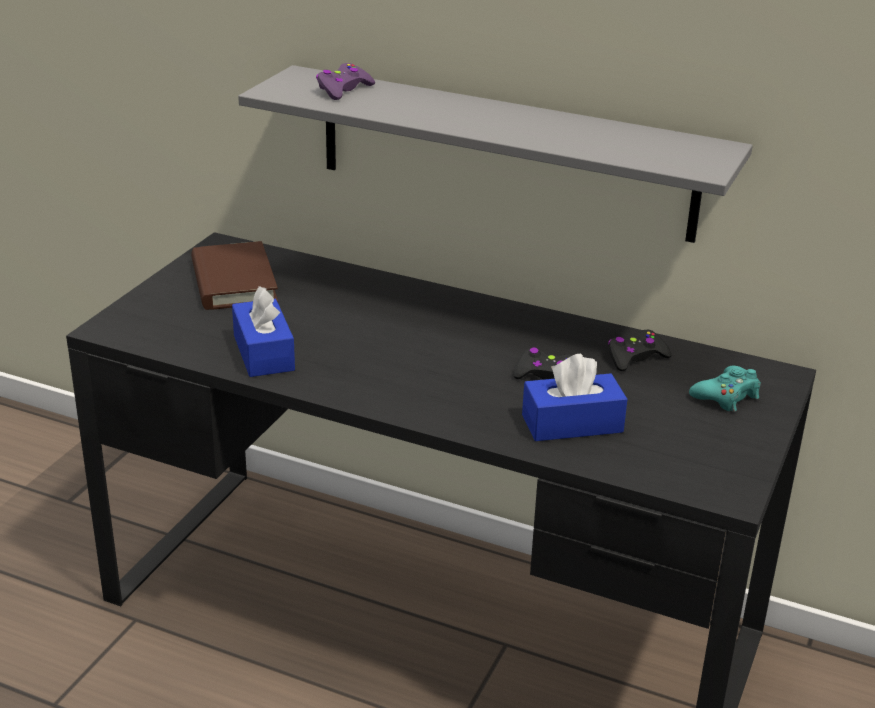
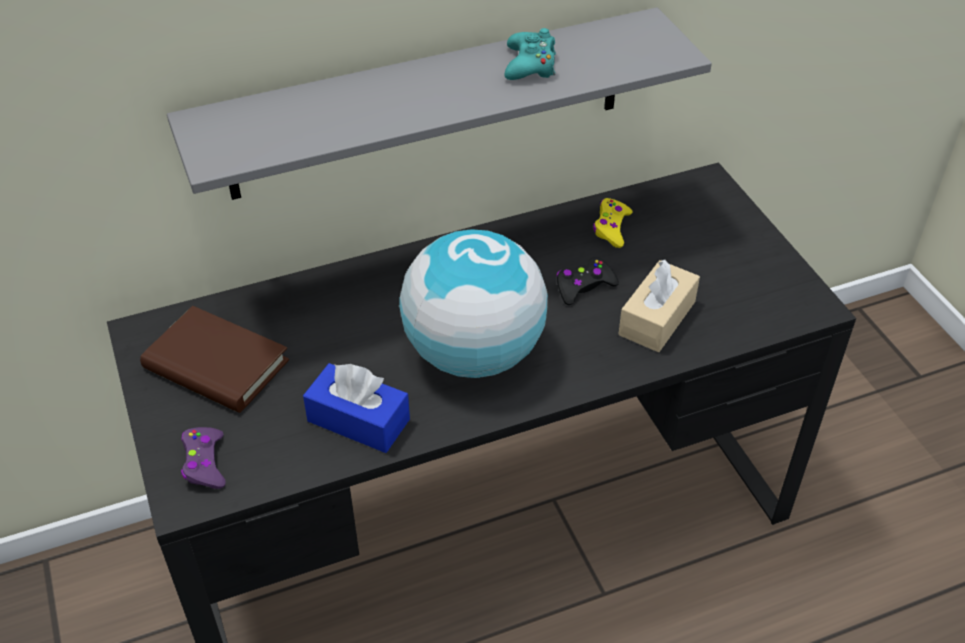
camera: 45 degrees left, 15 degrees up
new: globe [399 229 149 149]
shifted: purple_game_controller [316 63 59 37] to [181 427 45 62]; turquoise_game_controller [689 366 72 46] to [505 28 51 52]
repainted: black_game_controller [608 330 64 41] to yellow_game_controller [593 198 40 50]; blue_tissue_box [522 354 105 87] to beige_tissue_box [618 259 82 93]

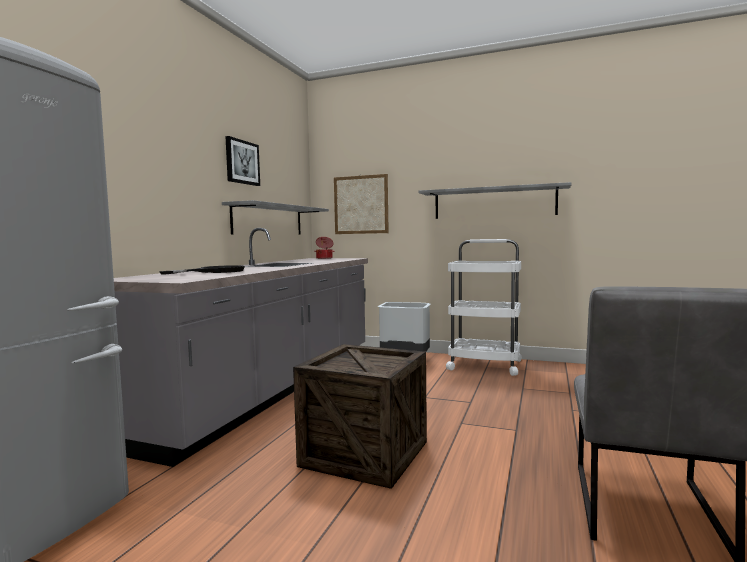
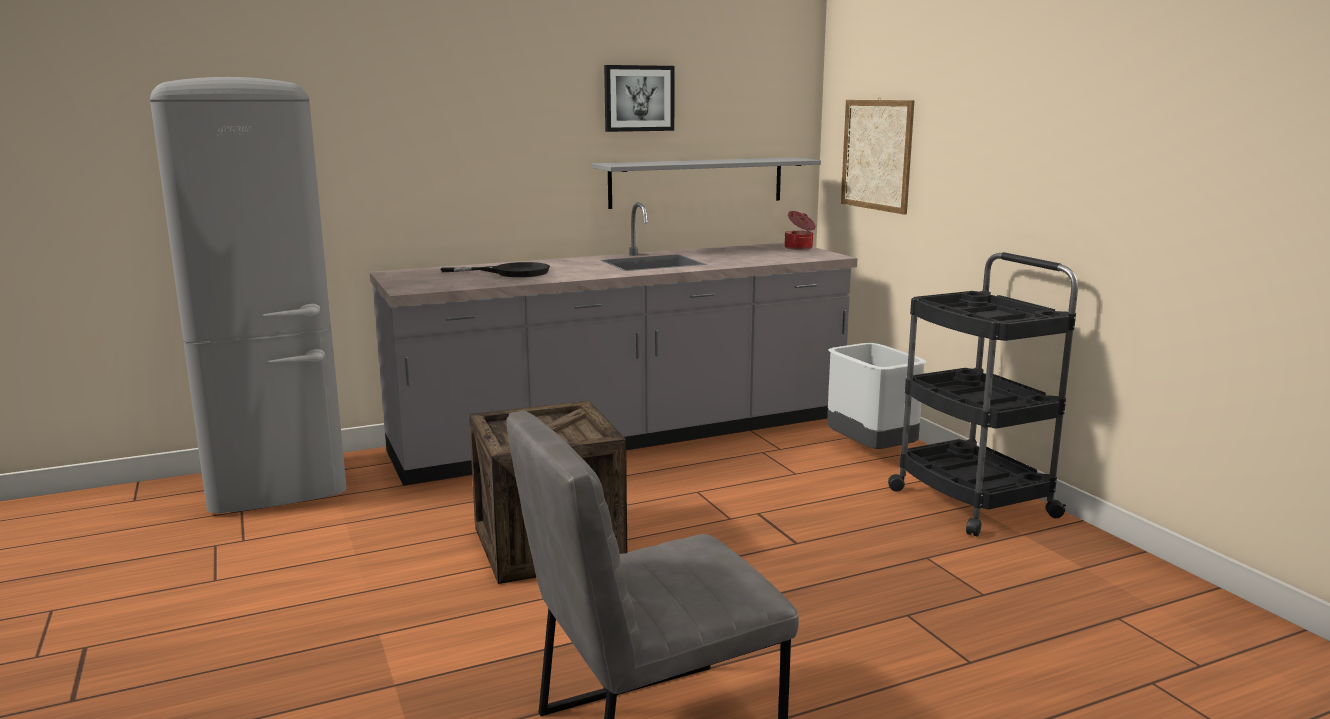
camera: 45 degrees right, 10 degrees up
gone: grey_shelf [419 182 153 37]
repainted: white_cart [446 239 76 137] to black_cart [888 252 190 284]

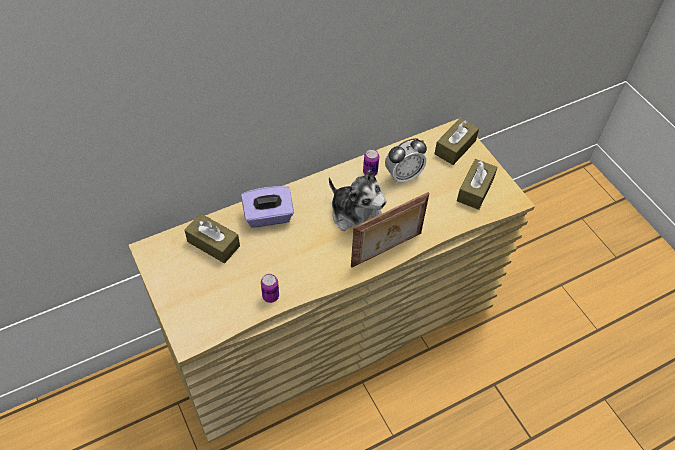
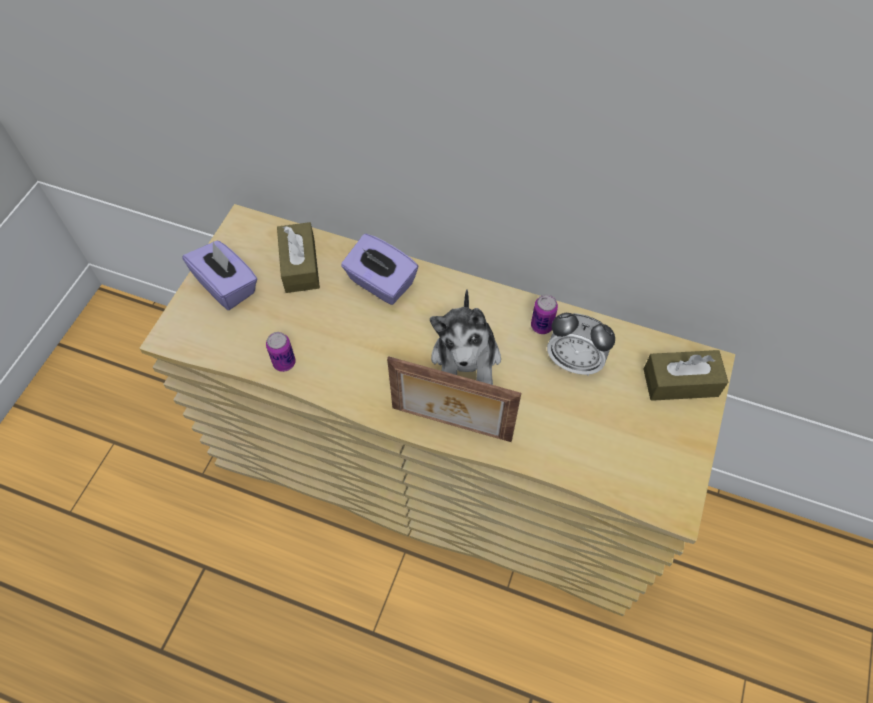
camera: 50 degrees right, 5 degrees up
gone: brown_tissue_box [457 159 41 51]
new: purple_tissue_box [183 241 74 69]

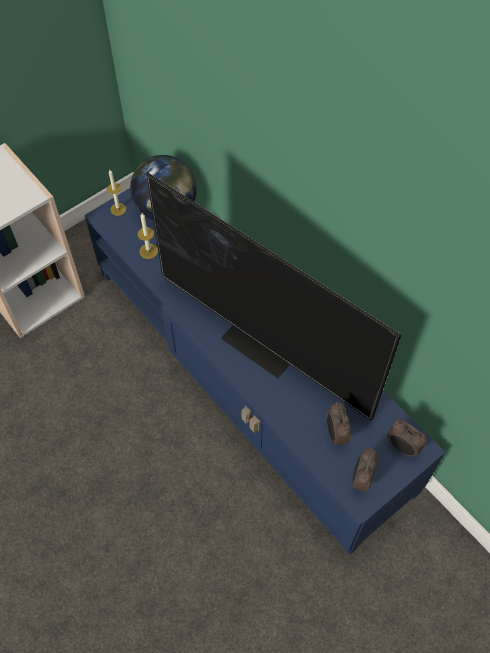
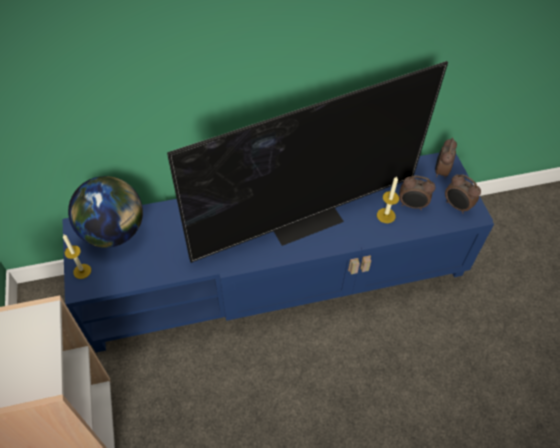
camera: 65 degrees left, 5 degrees down
shifted: candle [137 213 21 46] to [377 176 22 47]
rotated: alarm_clock [387 419 40 38] = [435 138 22 40] 135 degrees clockwise

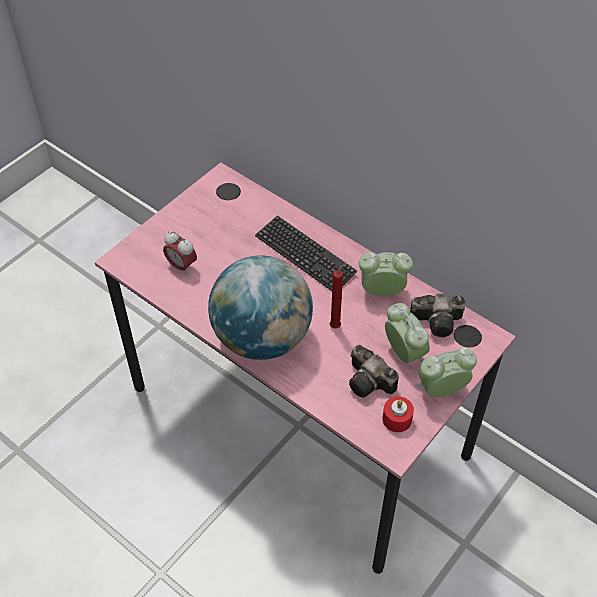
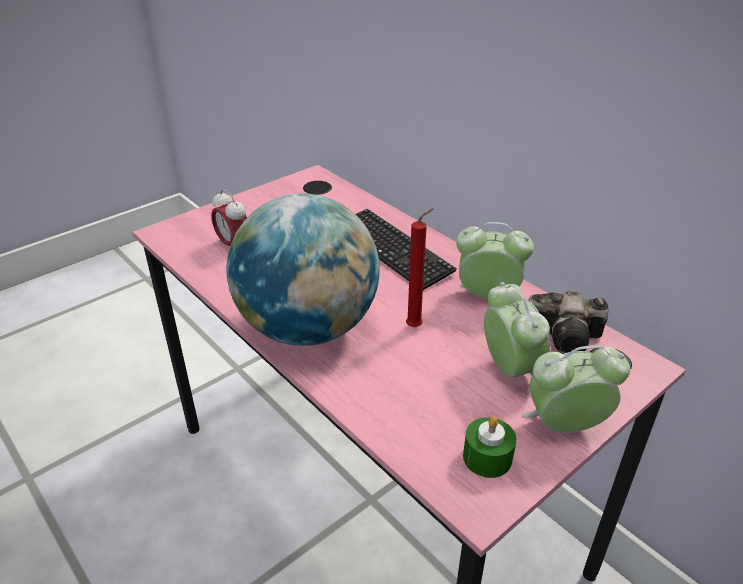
camera: 10 degrees right, 15 degrees down
gone: photo_camera [349 345 50 52]
repainted: red_candle [382 396 32 36] to green_candle [463 416 53 62]

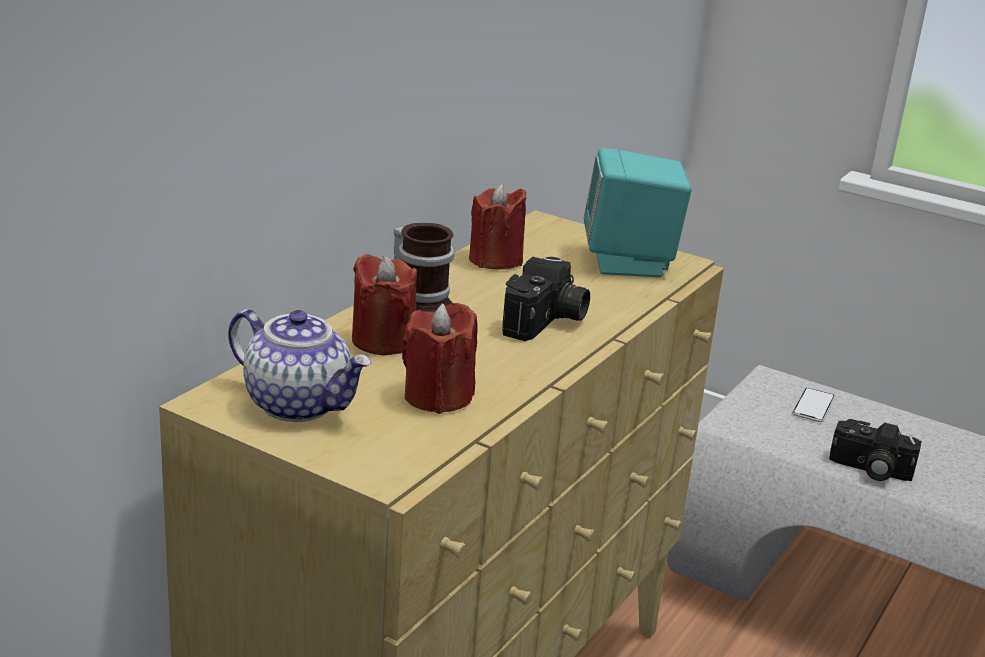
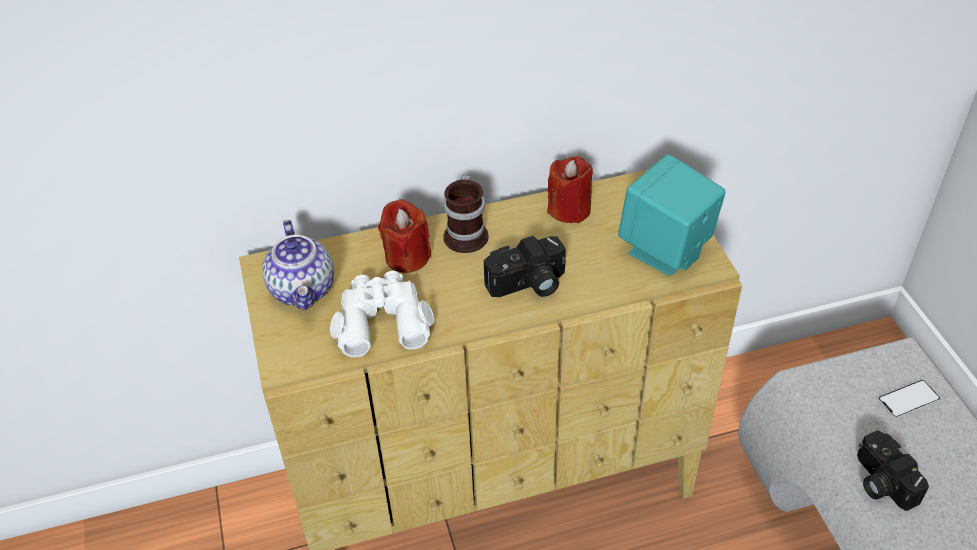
camera: 45 degrees right, 20 degrees up
swapped: red_candle [401 303 77 111] to white_binoculars [330 271 104 86]

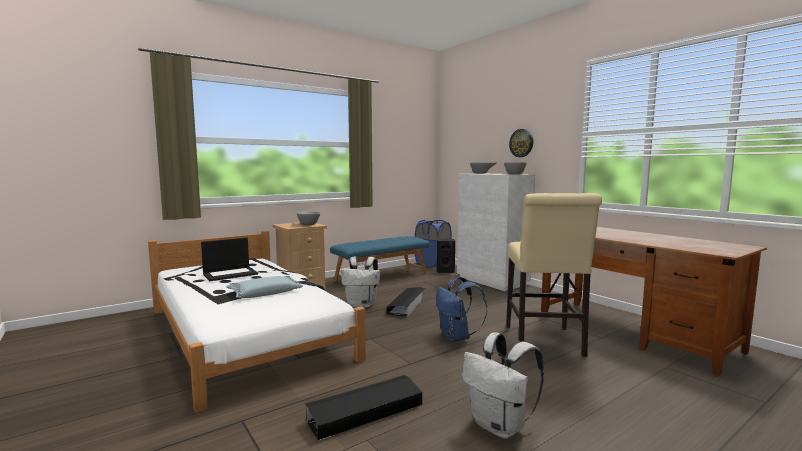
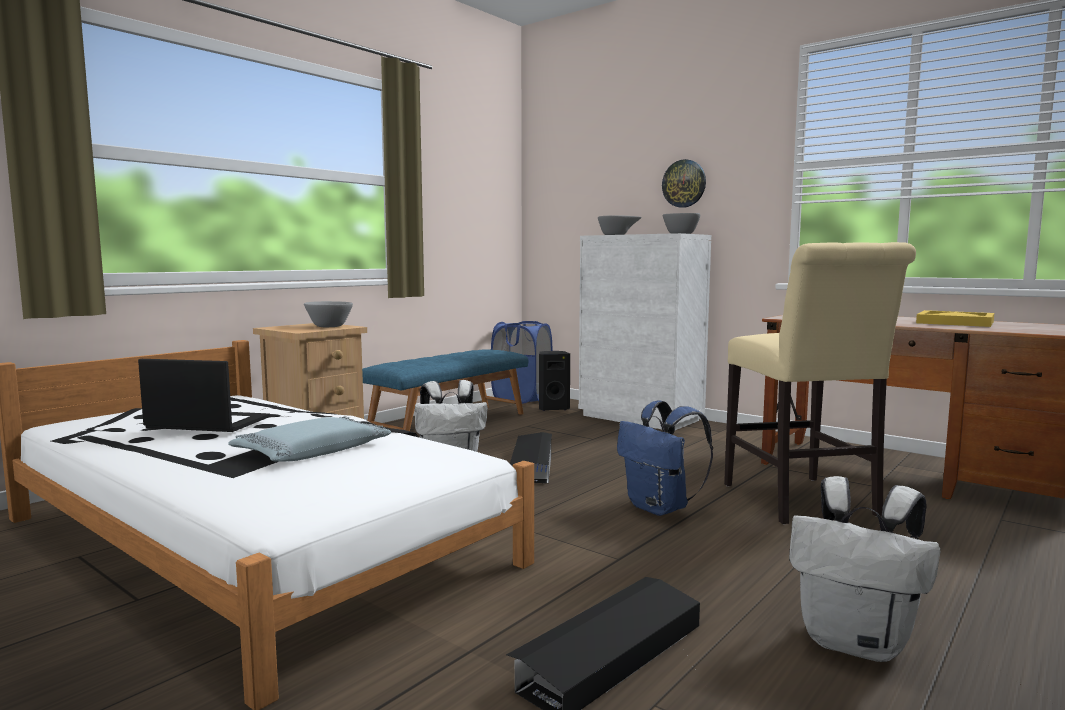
camera: 15 degrees left, 0 degrees up
new: yellow_tray [916 310 78 17]
rotated: laptop [201 238 57 43] = [138 359 132 73] 120 degrees counterclockwise

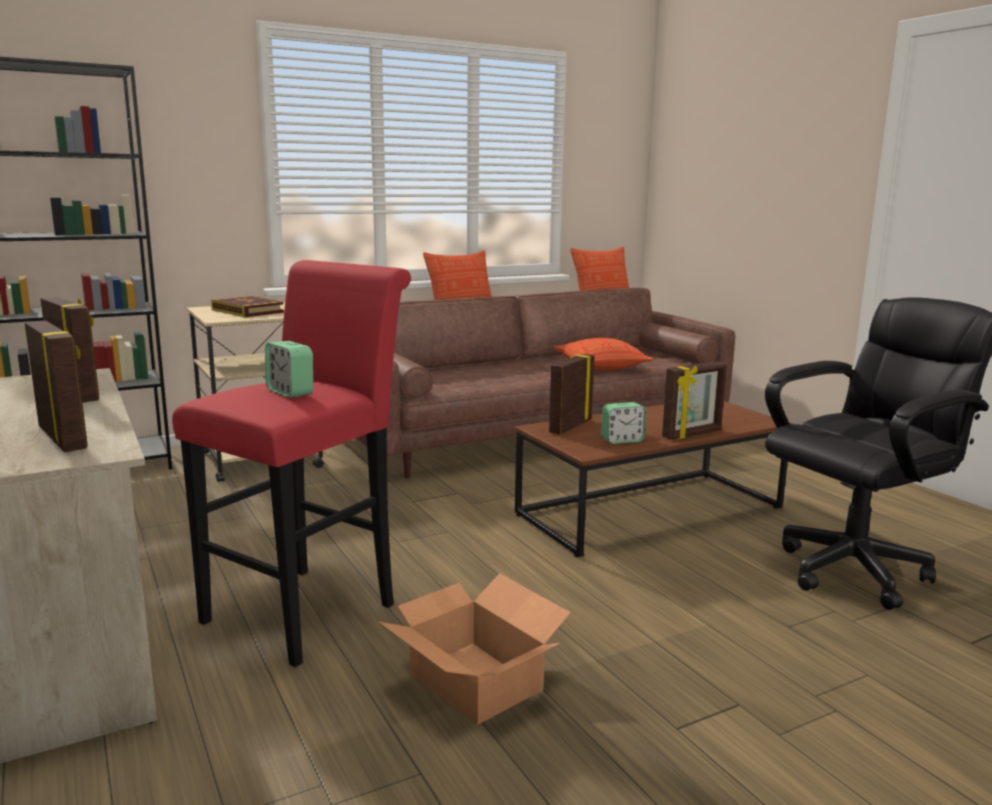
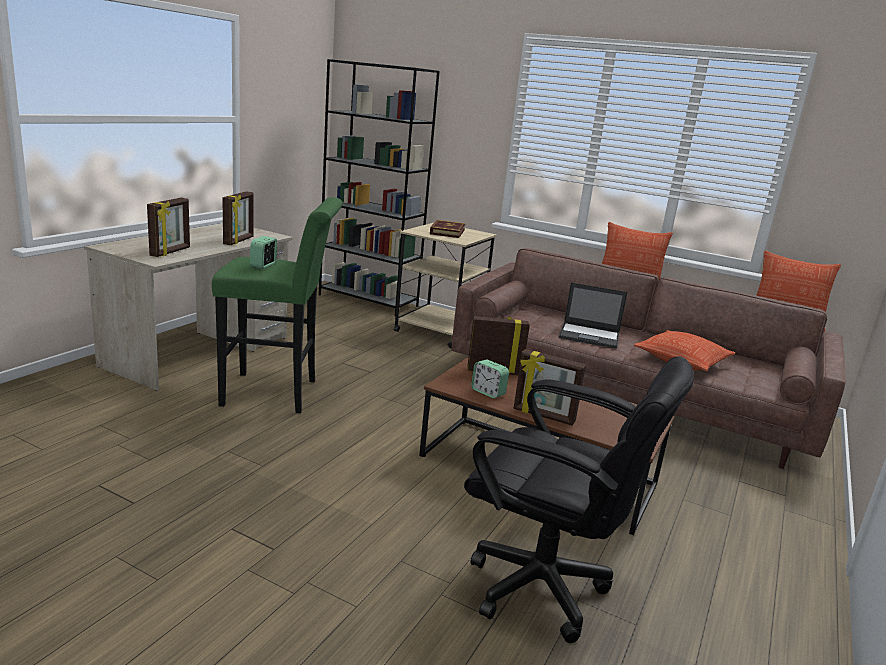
camera: 55 degrees right, 5 degrees up
gone: cardboard_box [378 573 193 152]
new: laptop [559 282 69 67]
repainted: red_stool [172 260 239 407] to green_stool [212 197 131 216]

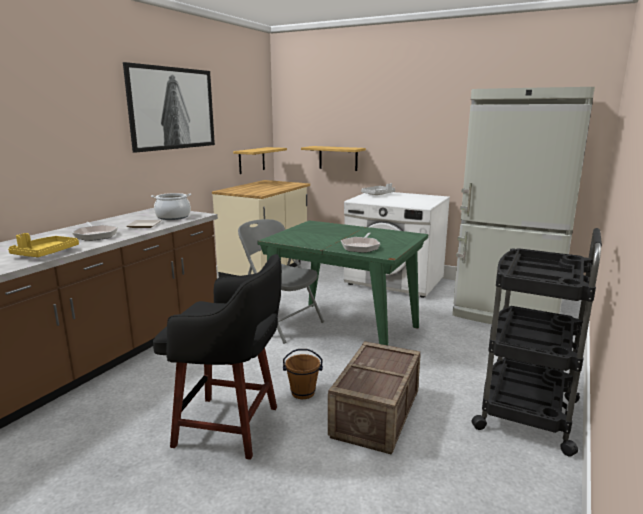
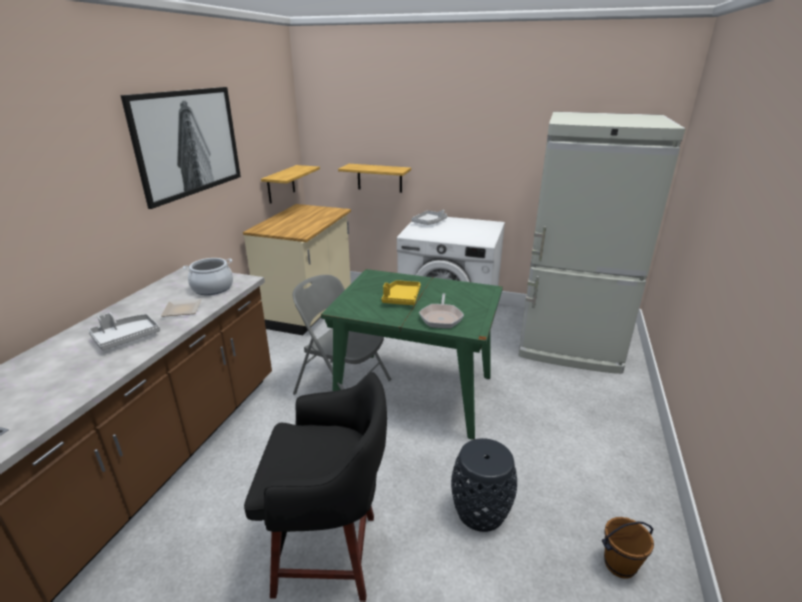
camera: 10 degrees left, 10 degrees up
gone: black_cart [472 228 130 229]
shifted: yellow_tray [8 233 71 24] to [382 280 39 25]; brown_bucket [283 349 40 50] to [602 517 52 62]
swapped: frying_pan [72 222 46 19] to grey_tray [89 313 71 38]; crate [328 341 93 114] to black_stool [451 438 66 94]

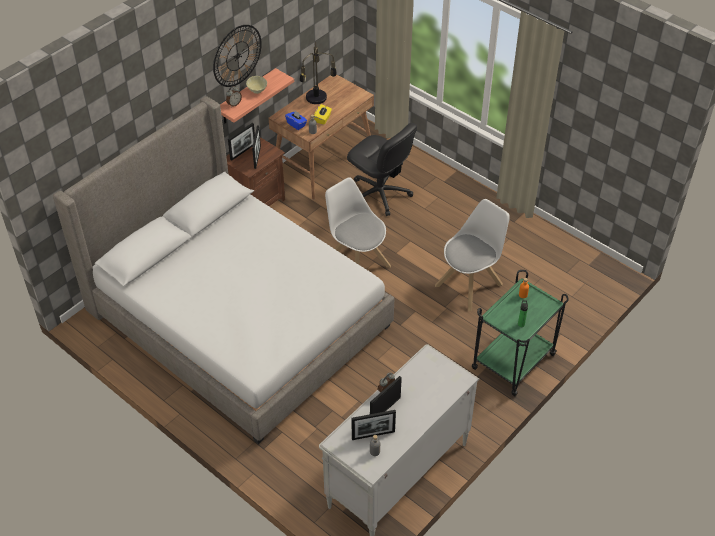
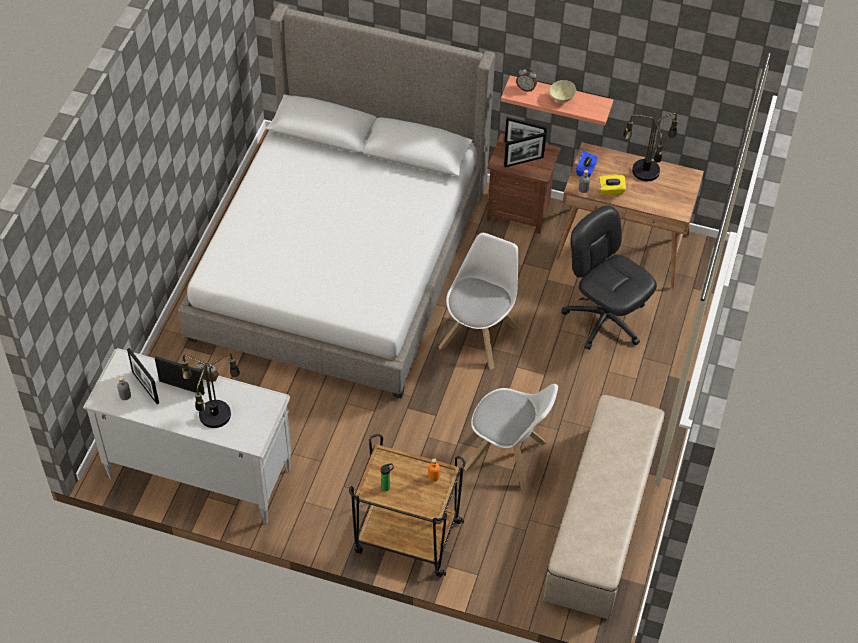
camera: 65 degrees right, 5 degrees up
gone: wall_clock [213 25 49 62]
new: table_lamp [182 353 58 75]; beige_bench [543 395 122 224]
repainted: green_cart [472 270 97 126] to brown_cart [349 434 116 143]
rotated: black_office_chair [347 123 70 93] = [561 205 96 145] 120 degrees clockwise

